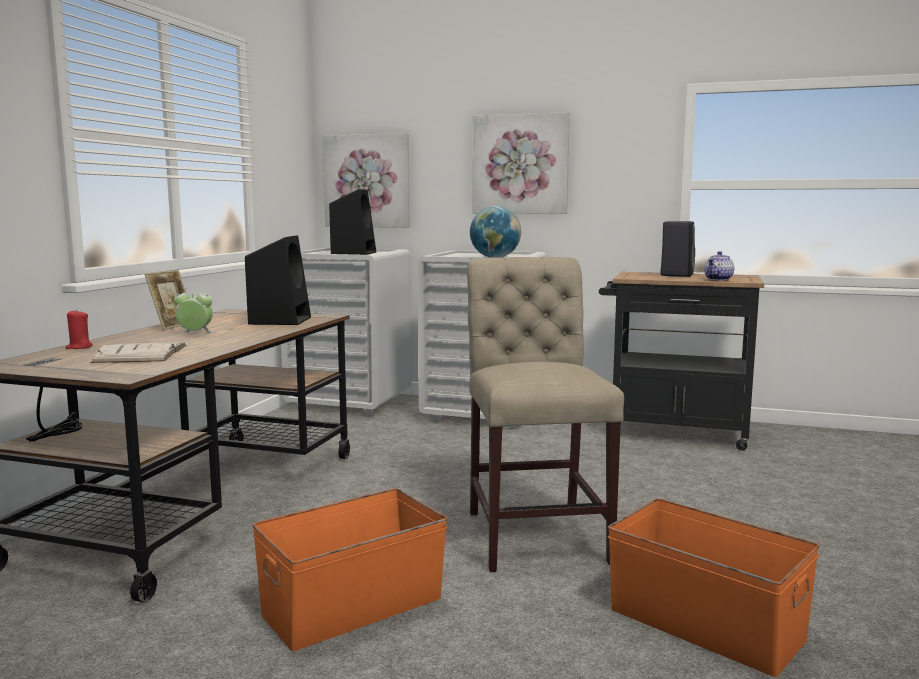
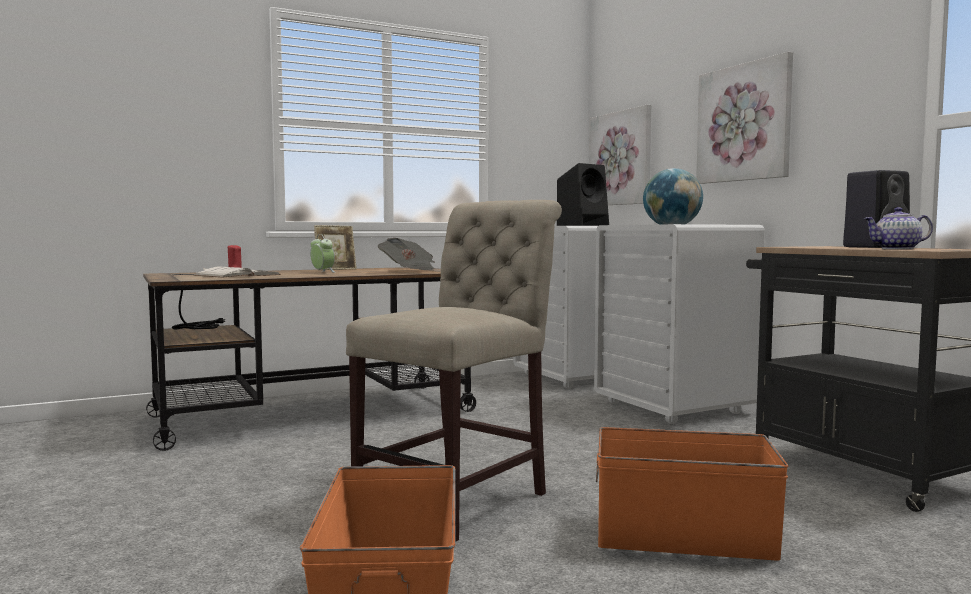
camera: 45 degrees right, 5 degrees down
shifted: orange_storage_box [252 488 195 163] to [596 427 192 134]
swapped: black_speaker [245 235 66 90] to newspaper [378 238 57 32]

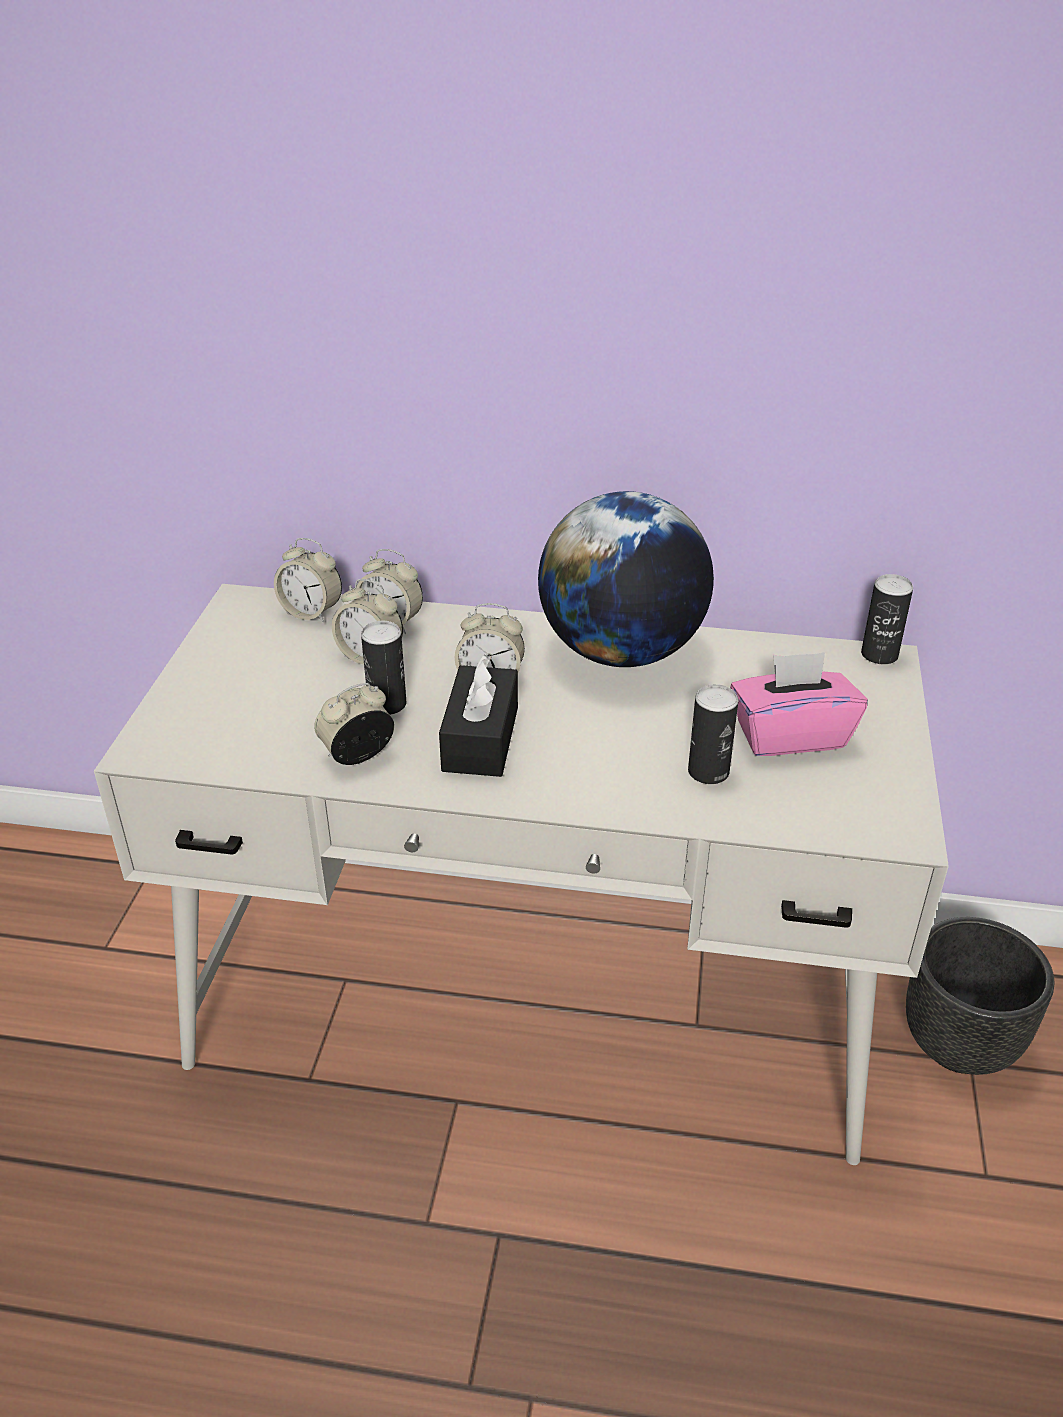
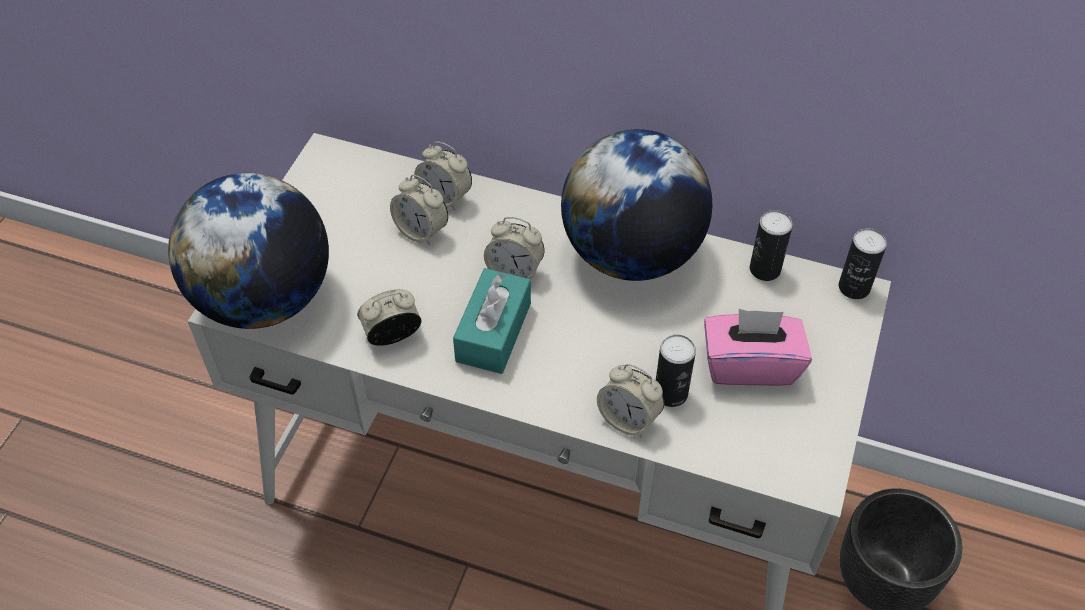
camera: 10 degrees right, 15 degrees up
new: globe [168 173 161 156]
shifted: alarm_clock [274 538 68 85] to [597 364 67 73]; can [361 621 46 94] to [750 210 43 71]
repainted: black_tissue_box [439 655 79 122] to turquoise_tissue_box [453 268 78 106]

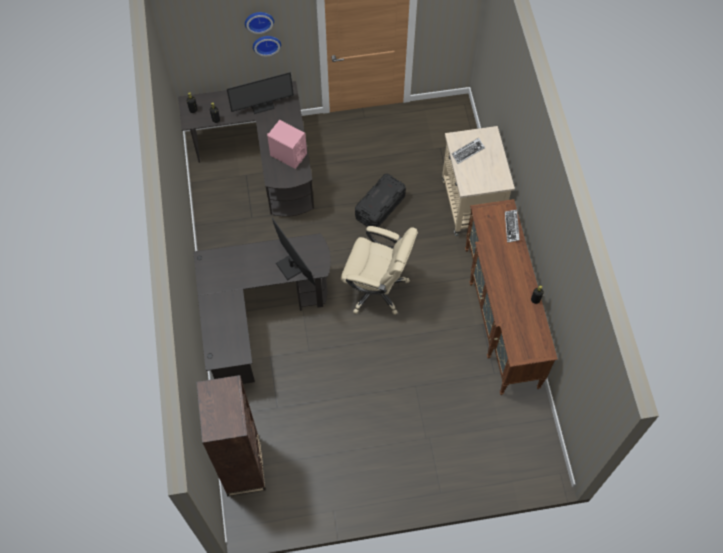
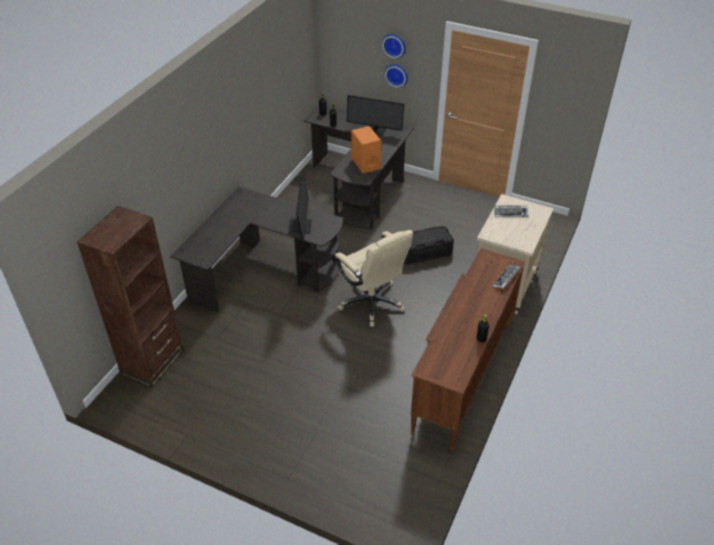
camera: 35 degrees right, 20 degrees down
repainted: pink_speaker [267 120 40 49] to orange_speaker [351 126 31 47]

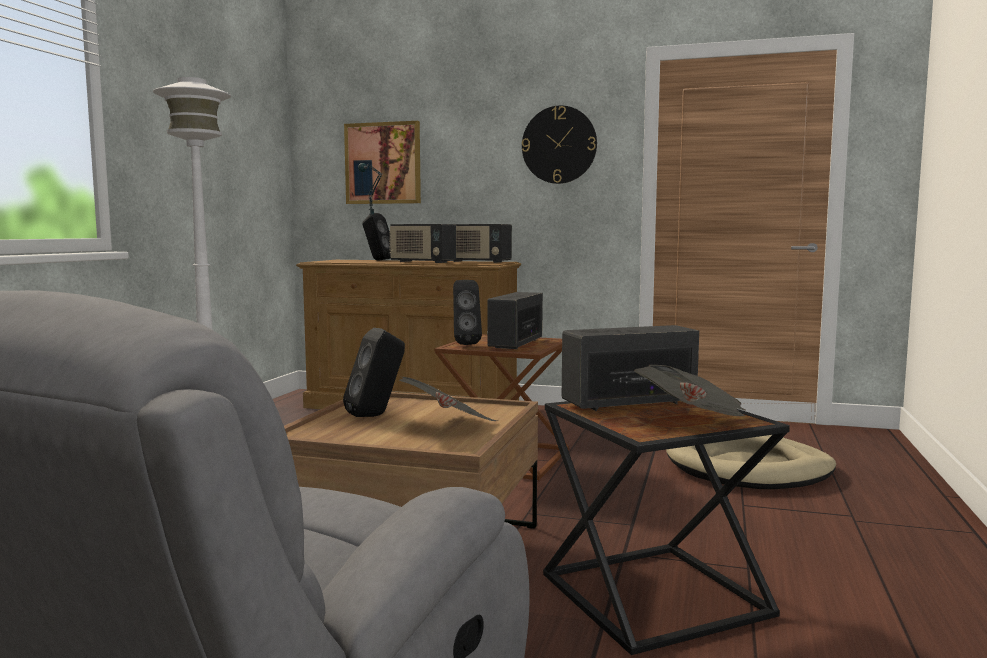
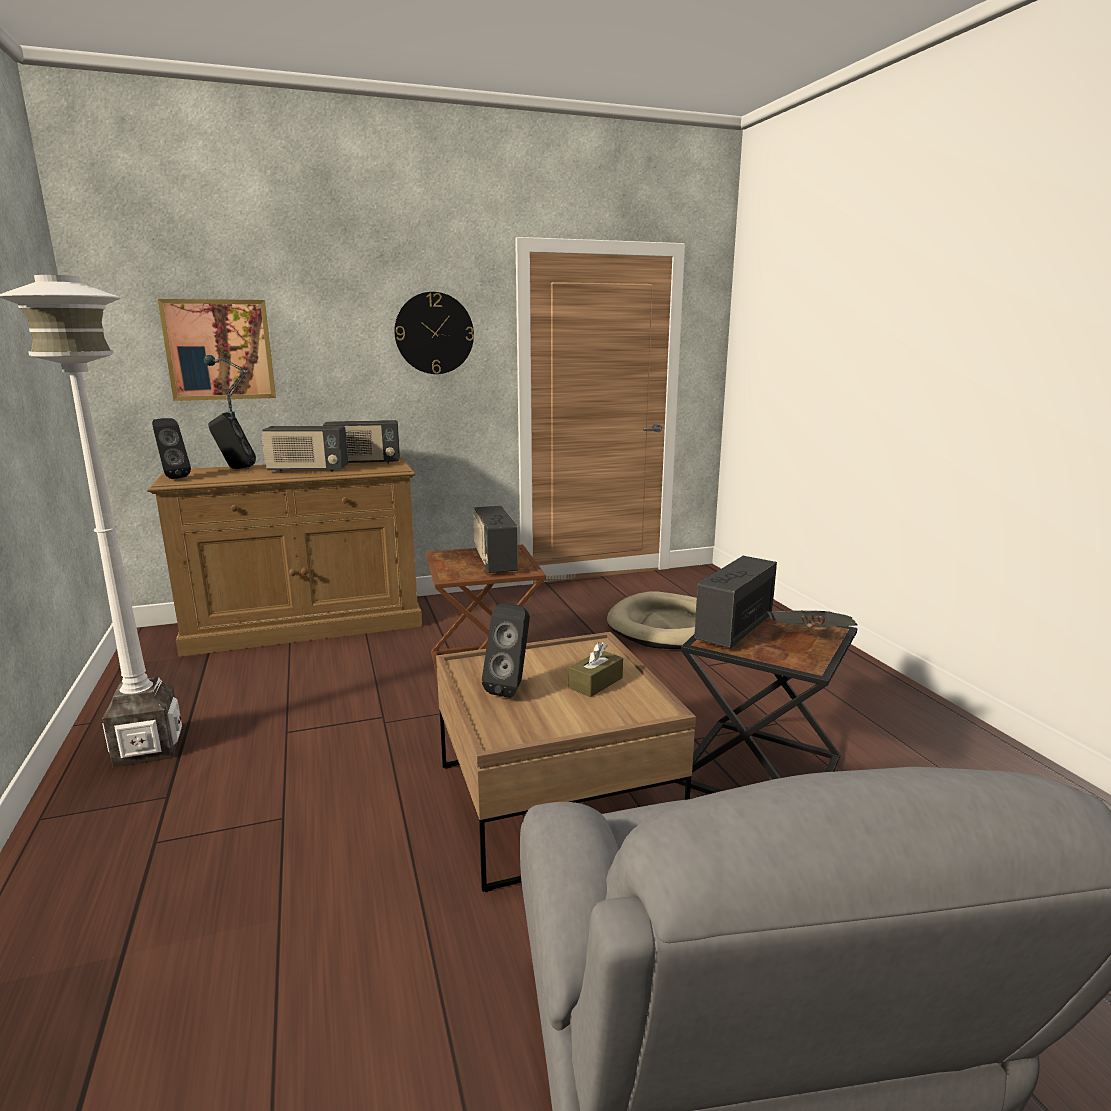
camera: 35 degrees left, 10 degrees up
shifted: black_speaker [453 280 29 65] to [152 418 39 61]
swapped: newspaper [399 377 98 44] to brown_tissue_box [569 642 54 55]

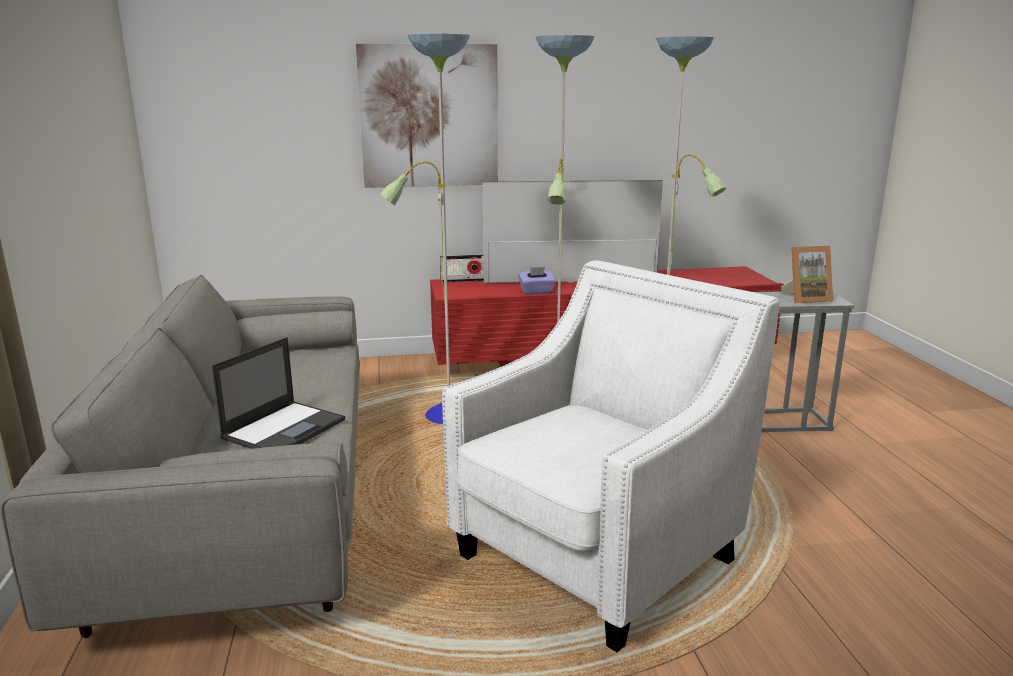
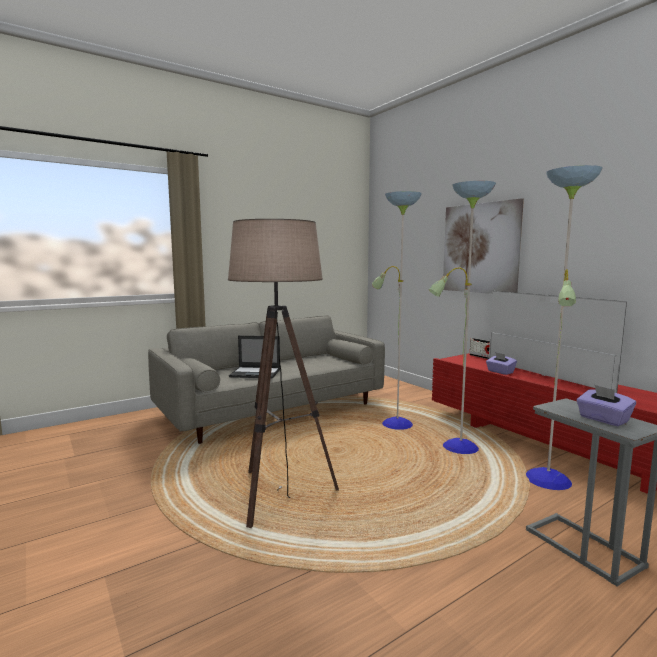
camera: 65 degrees right, 10 degrees down
swapped: picture_frame [781 246 52 57] to purple_tissue_box [576 385 60 41]; white_armchair [442 260 337 392] to floor_lamp [228 219 111 309]

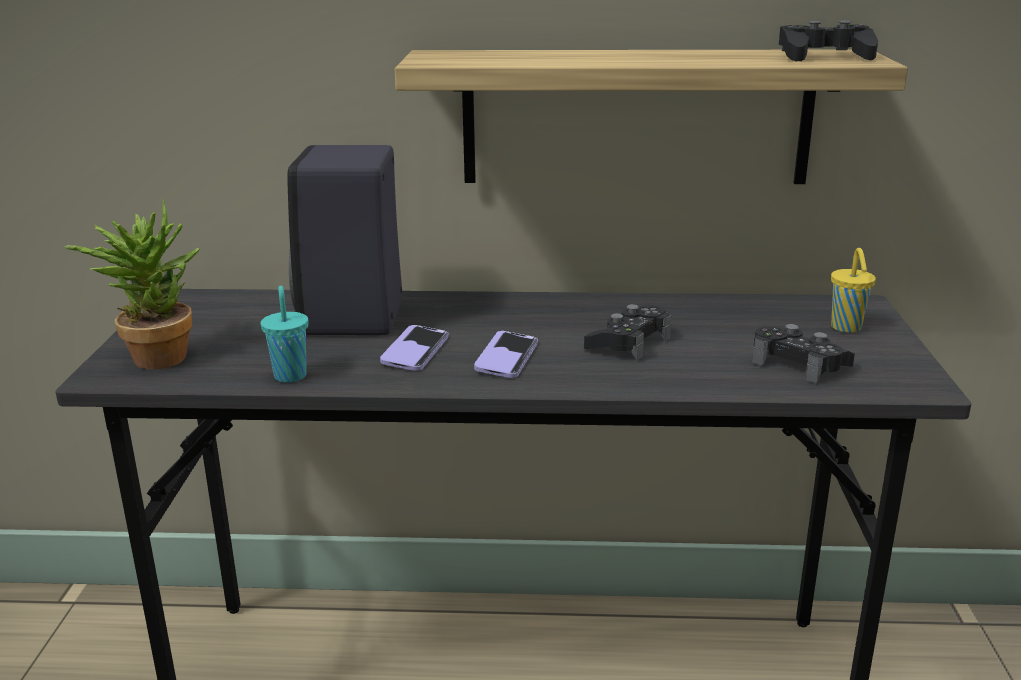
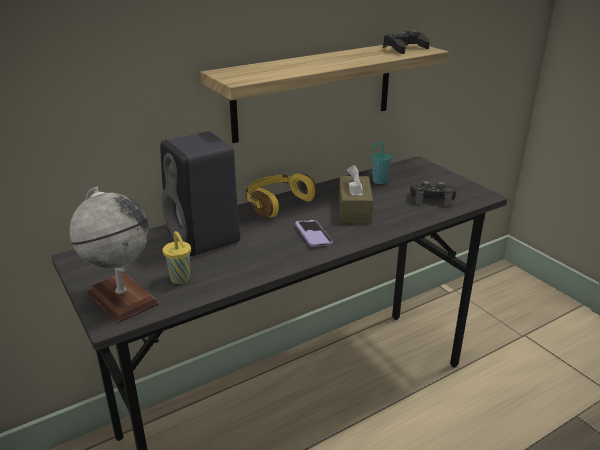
camera: 35 degrees left, 5 degrees up
gone: phone [380 325 69 46]
new: yellow_headphones [245 174 72 43]
shifted: yellow_cup [831 248 45 85] to [163 231 28 53]; turquoise_cup [260 286 49 97] to [371 141 21 43]
swapped: potted_plant [65 199 135 170] to globe [69 186 90 137]; black_game_controller [584 304 87 57] to brown_tissue_box [339 165 34 58]

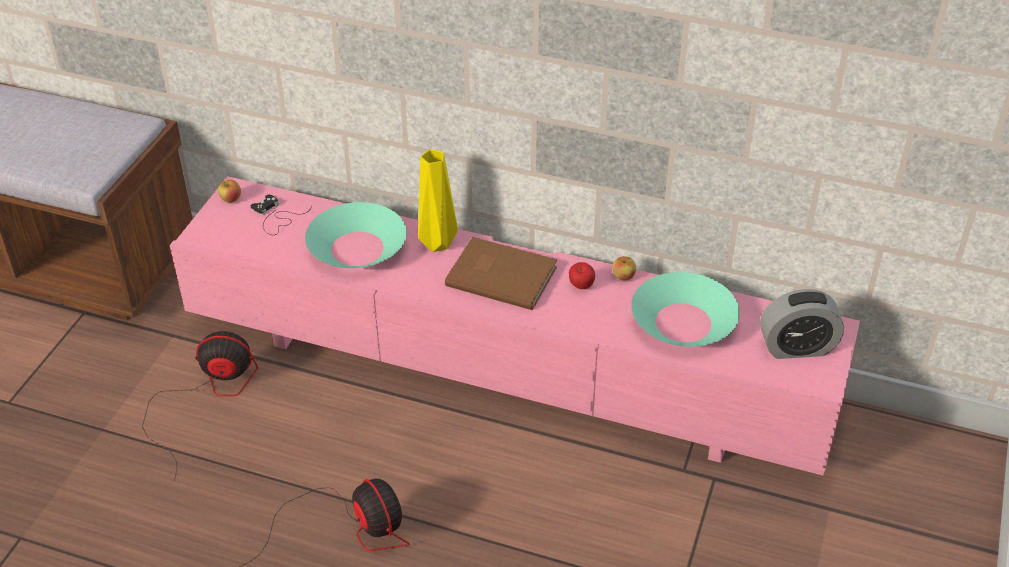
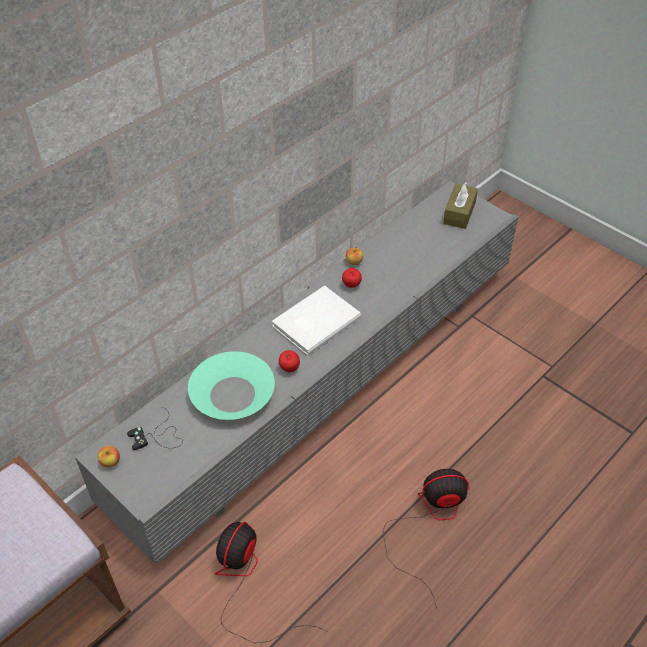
camera: 65 degrees left, 5 degrees up
gone: yellow_vase [418 149 40 103]; turquoise_bowl [631 272 109 75]
new: apple [279 350 21 22]
swapped: alarm_clock [760 289 84 70] to brown_tissue_box [443 182 35 47]
repainted: pink_tv_stand [170 176 690 299] to grey_tv_stand [75 181 443 383]; brown_book [445 237 112 73] to white_book [272 285 89 70]

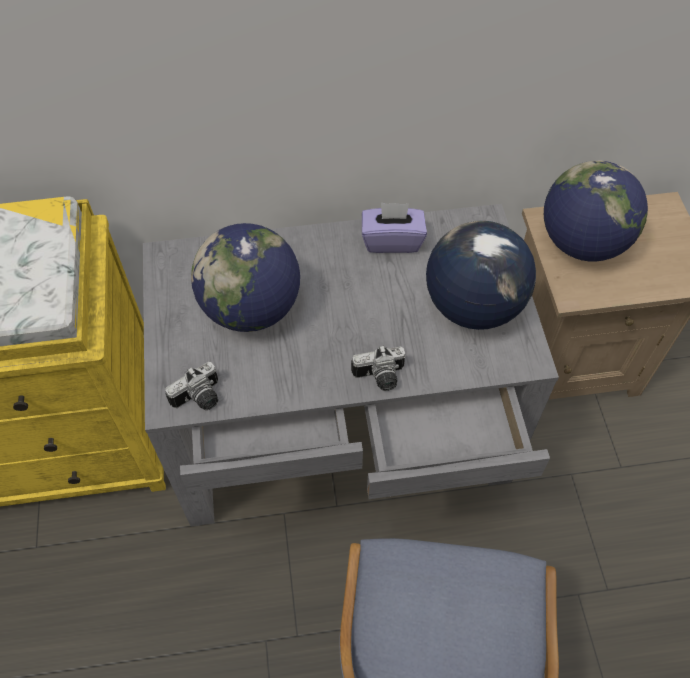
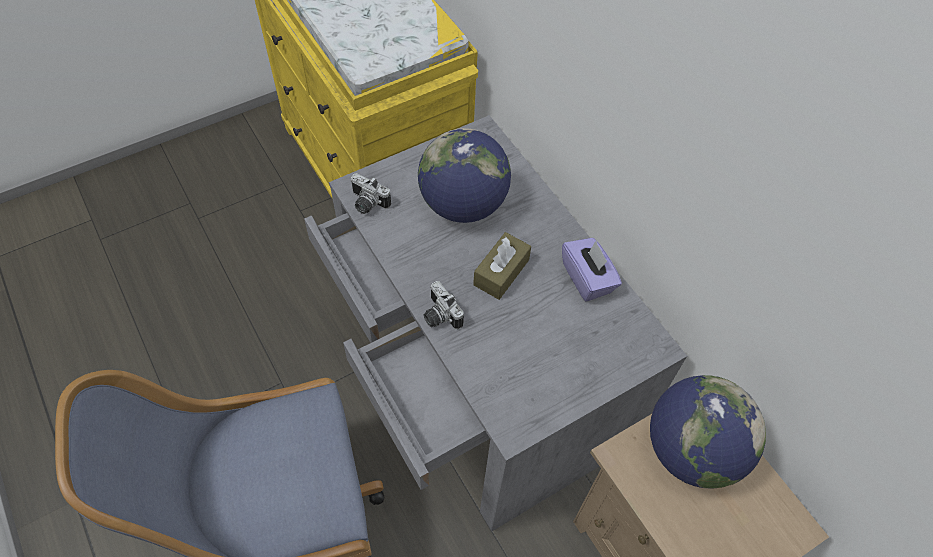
camera: 65 degrees right, 0 degrees up
gone: globe [426 221 110 109]
new: brown_tissue_box [473 232 58 68]

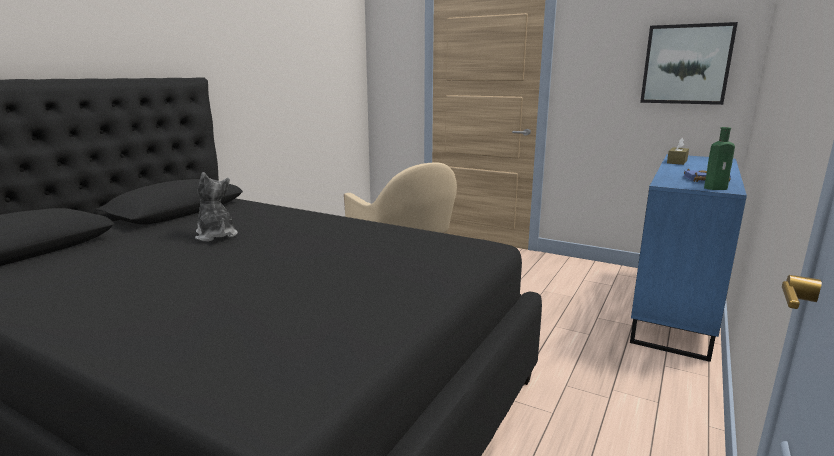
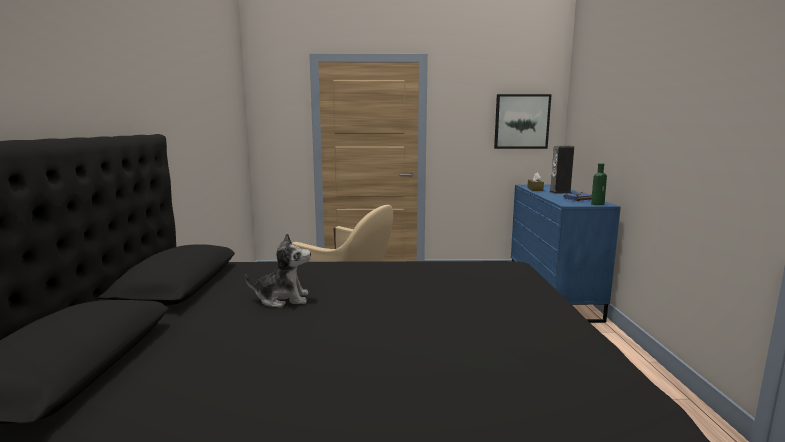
camera: 30 degrees left, 5 degrees down
new: speaker [549 146 25 48]
rotated: plush_toy [195 172 43 69] = [245 233 66 75] 150 degrees clockwise

